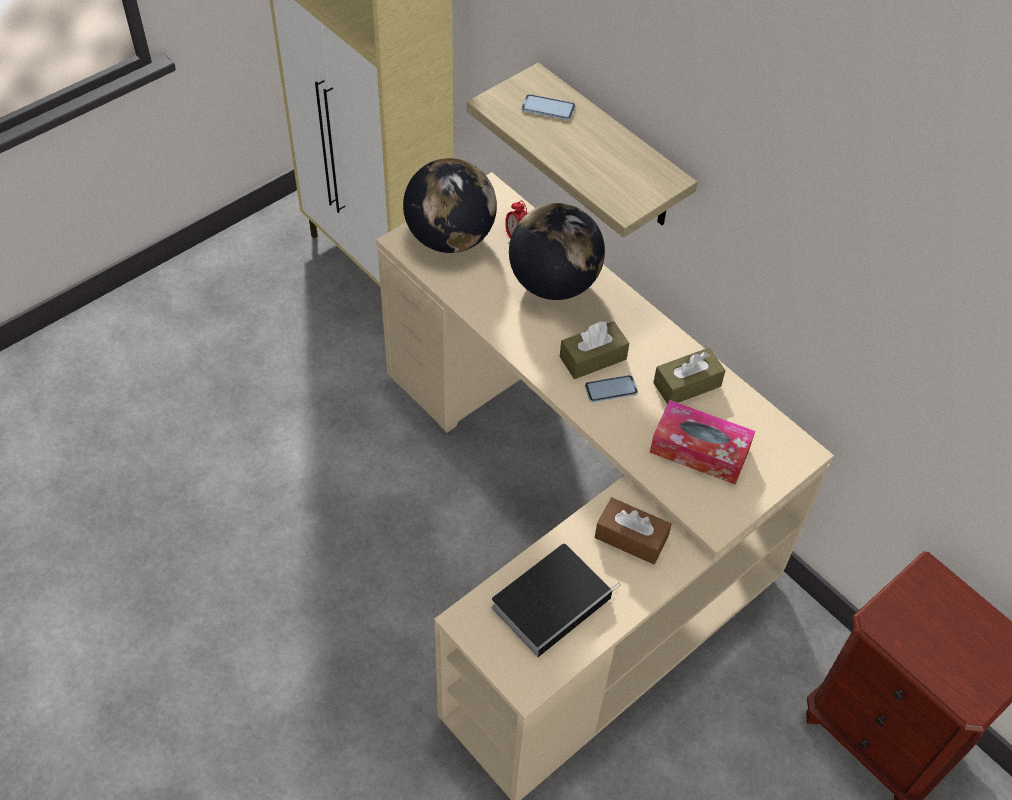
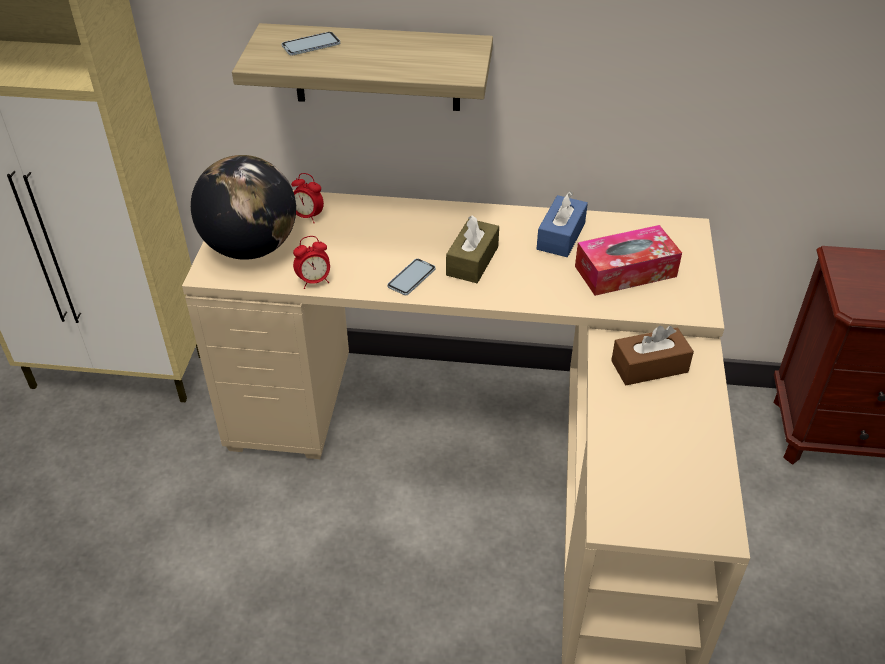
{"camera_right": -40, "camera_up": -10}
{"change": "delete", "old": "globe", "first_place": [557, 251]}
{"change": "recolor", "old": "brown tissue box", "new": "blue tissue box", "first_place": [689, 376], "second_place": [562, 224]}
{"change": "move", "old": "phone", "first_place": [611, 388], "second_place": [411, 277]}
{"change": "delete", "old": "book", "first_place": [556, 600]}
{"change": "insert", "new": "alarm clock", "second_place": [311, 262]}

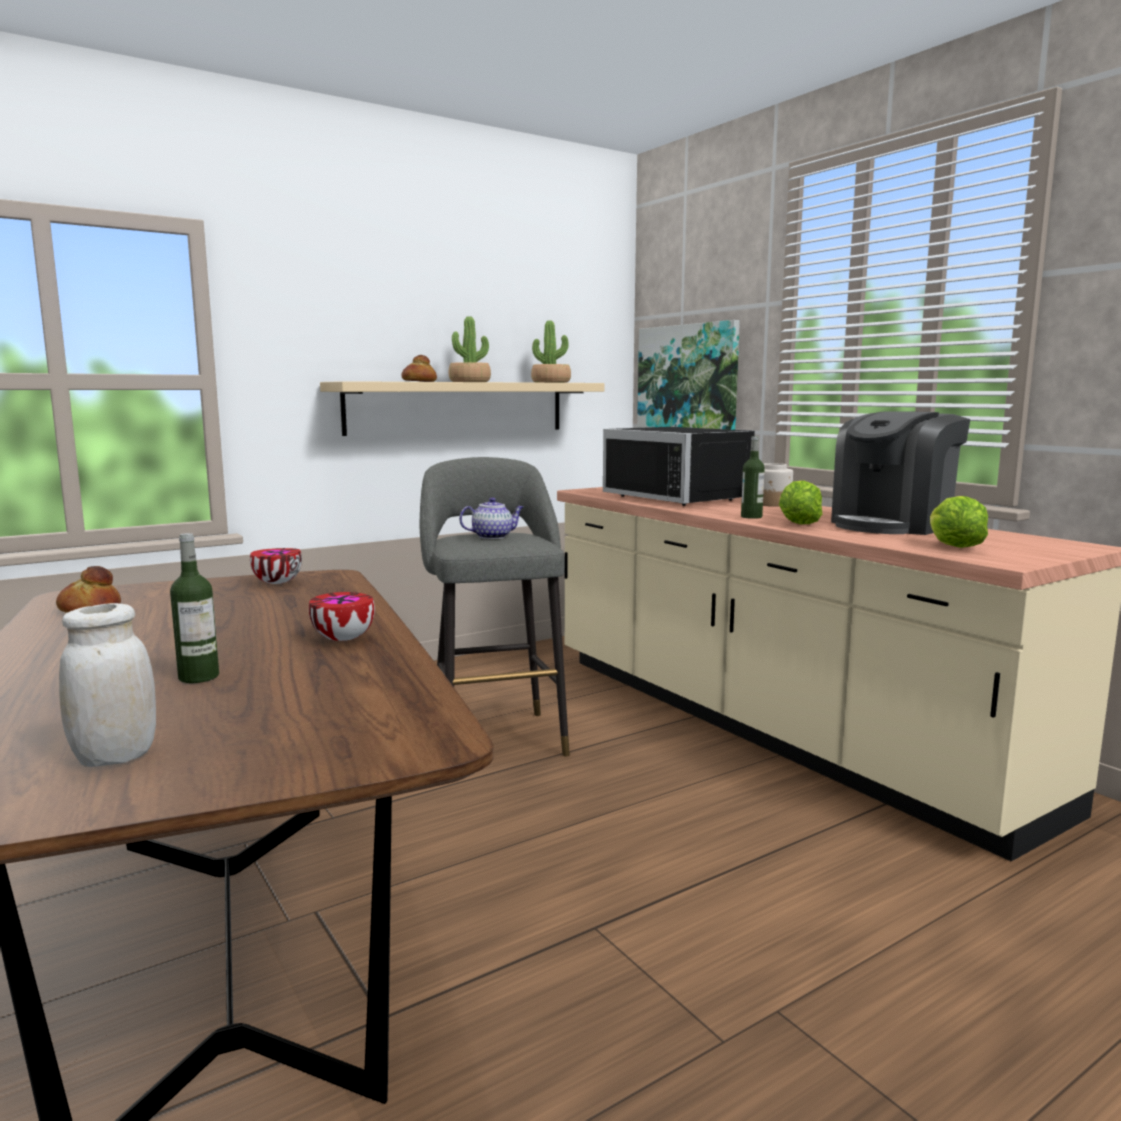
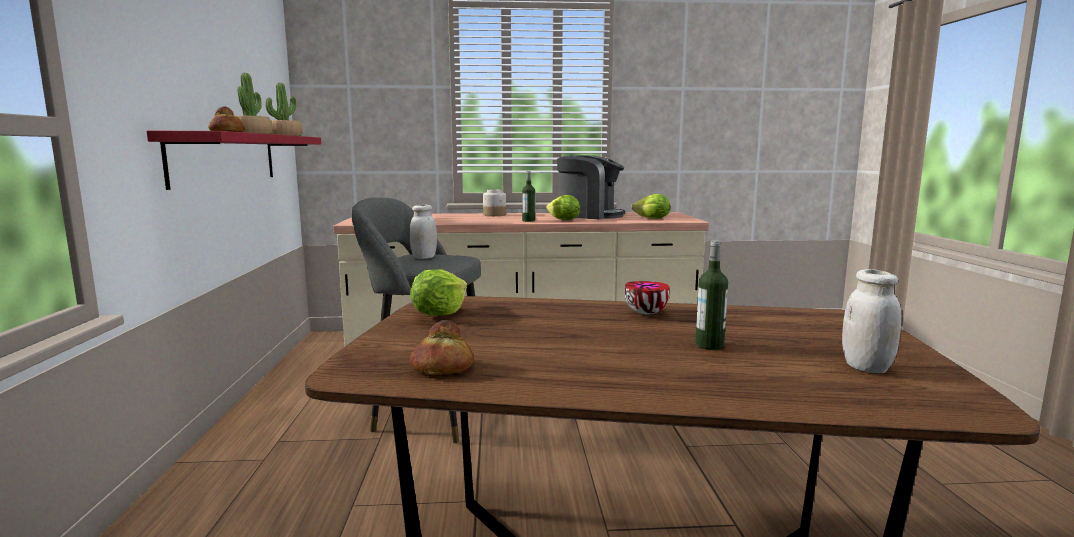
{"camera_right": -60, "camera_up": 0}
{"change": "delete", "old": "picture", "first_place": [688, 375]}
{"change": "recolor", "old": "beige shelf", "new": "red shelf", "first_place": [462, 408], "second_place": [234, 160]}
{"change": "rotate", "old": "coffee machine", "first_place": [900, 473], "second_place": [591, 187], "degrees": -60}
{"change": "delete", "old": "black microwave", "first_place": [679, 466]}
{"change": "replace", "old": "teapot", "new": "white jar", "first_place": [491, 518], "second_place": [423, 232]}
{"change": "replace", "old": "bowl", "new": "lettuce", "first_place": [276, 566], "second_place": [438, 292]}

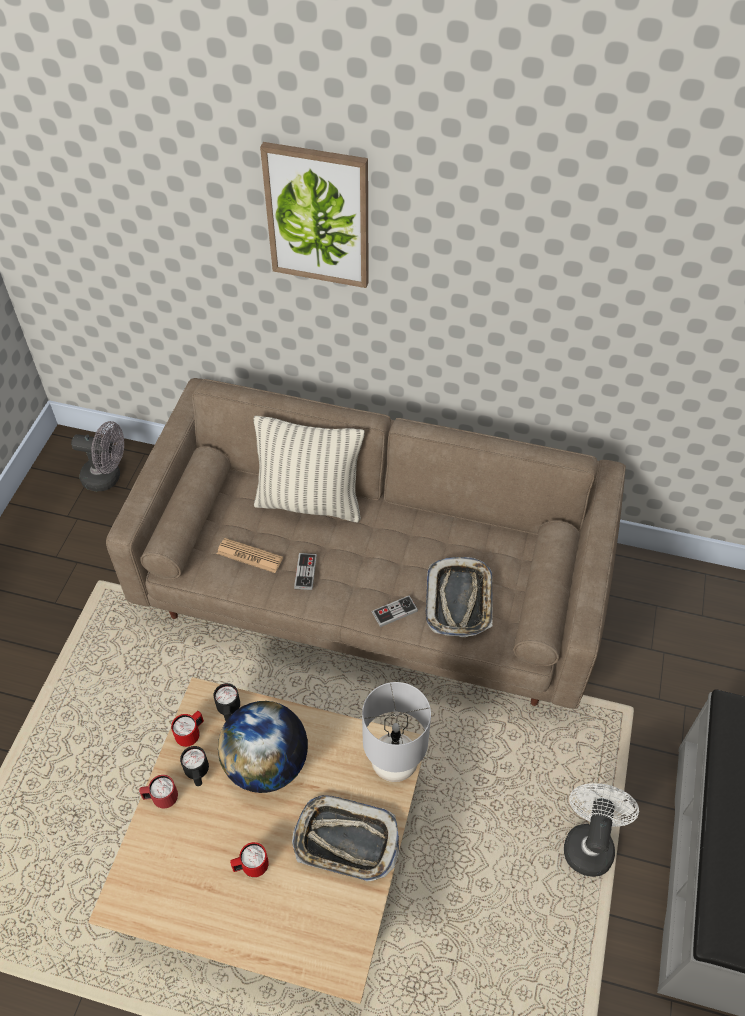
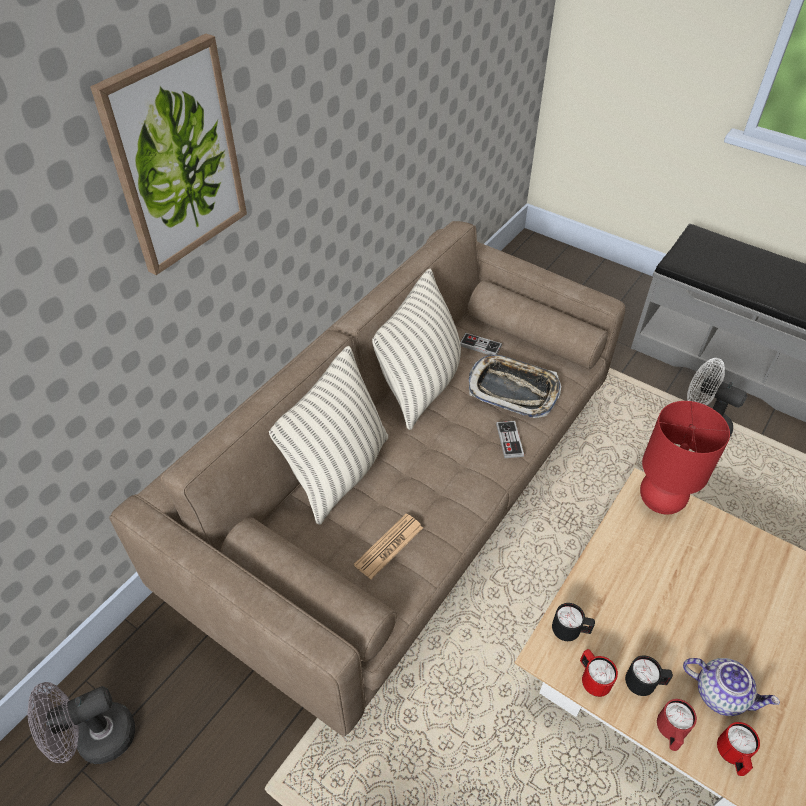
{"camera_right": -70, "camera_up": -5}
{"change": "rotate", "old": "grey fan", "first_place": [97, 456], "second_place": [81, 723], "degrees": -150}
{"change": "move", "old": "game controller", "first_place": [305, 571], "second_place": [481, 344]}
{"change": "recolor", "old": "grey table lamp", "new": "red table lamp", "first_place": [396, 732], "second_place": [685, 457]}
{"change": "delete", "old": "globe", "first_place": [263, 747]}
{"change": "delete", "old": "tray", "first_place": [345, 838]}
{"change": "move", "old": "red mug", "first_place": [249, 859], "second_place": [738, 749]}
{"change": "insert", "new": "pillow", "second_place": [416, 349]}
{"change": "insert", "new": "teapot", "second_place": [731, 687]}

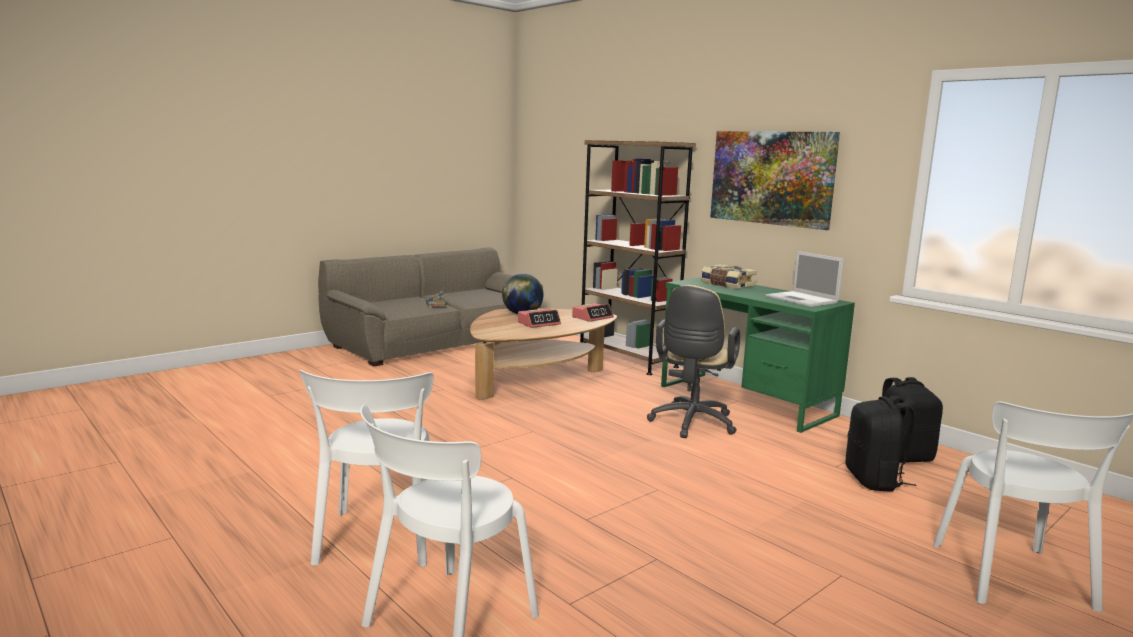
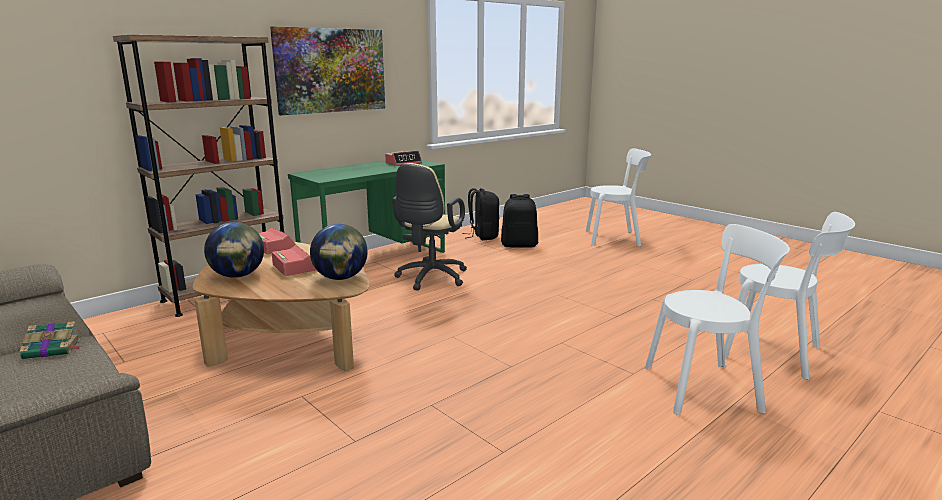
{"camera_right": -90, "camera_up": 5}
{"change": "replace", "old": "laptop", "new": "alarm clock", "first_place": [805, 279], "second_place": [403, 158]}
{"change": "delete", "old": "book", "first_place": [729, 276]}
{"change": "rotate", "old": "beige office chair", "first_place": [693, 361], "second_place": [429, 227], "degrees": 90}
{"change": "insert", "new": "globe", "second_place": [339, 252]}

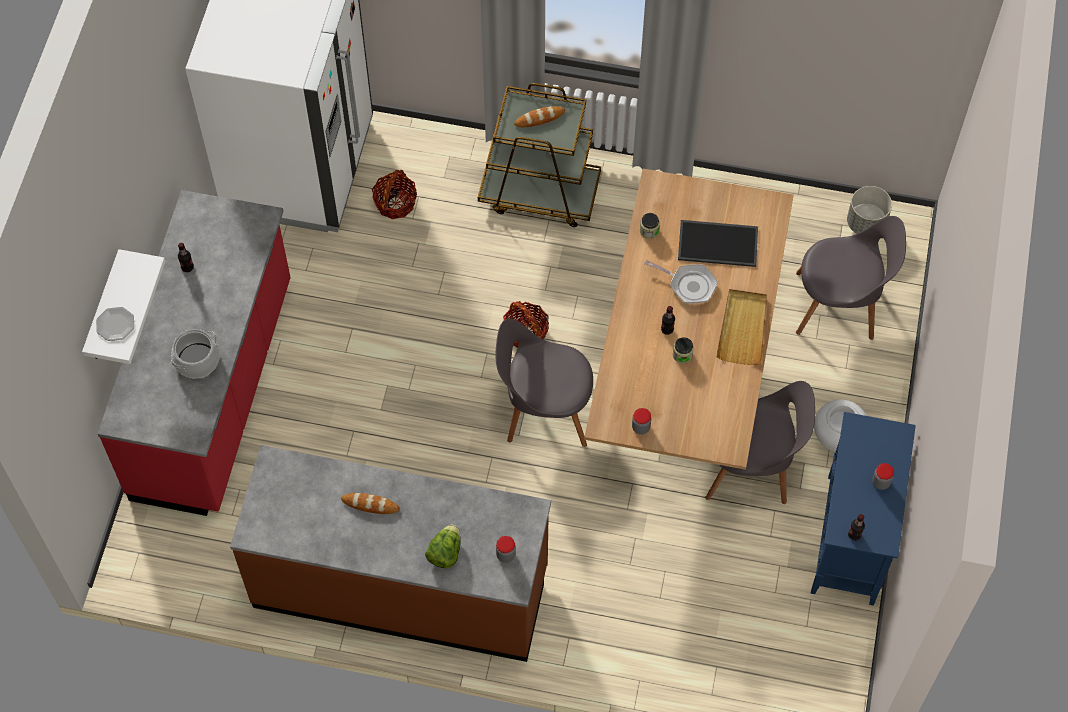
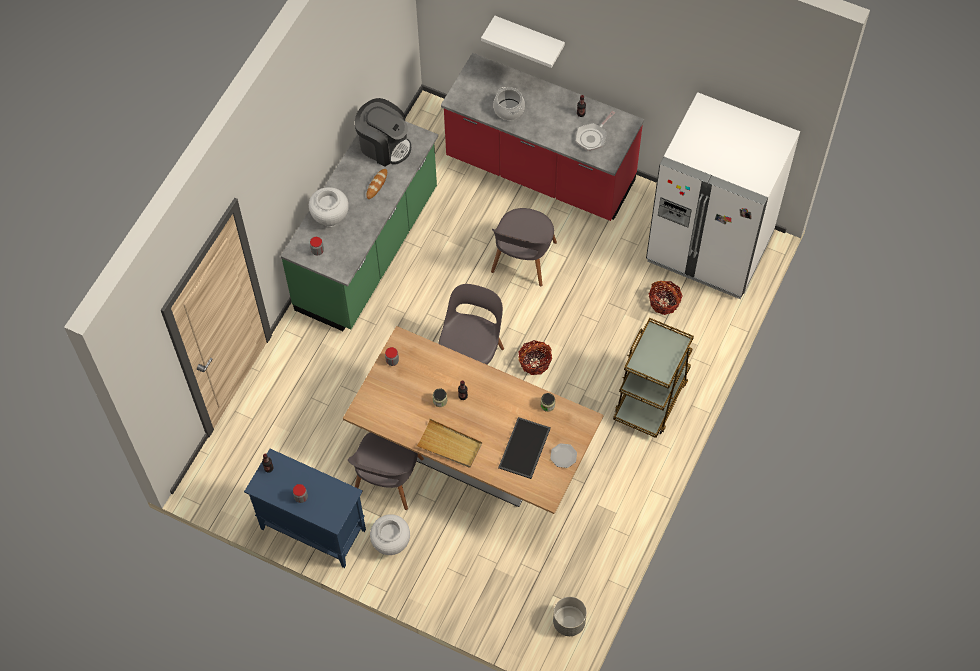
{"camera_right": 105, "camera_up": 0}
{"change": "delete", "old": "bread", "first_place": [539, 116]}
{"change": "move", "old": "grey chair", "first_place": [851, 278], "second_place": [524, 247]}
{"change": "move", "old": "frying pan", "first_place": [681, 282], "second_place": [595, 131]}
{"change": "move", "old": "plate", "first_place": [115, 324], "second_place": [563, 455]}
{"change": "recolor", "old": "brown counter", "new": "green counter", "first_place": [390, 553], "second_place": [359, 226]}
{"change": "replace", "old": "lettuce", "new": "white vase", "first_place": [443, 547], "second_place": [329, 207]}
{"change": "insert", "new": "coffee machine", "second_place": [383, 132]}

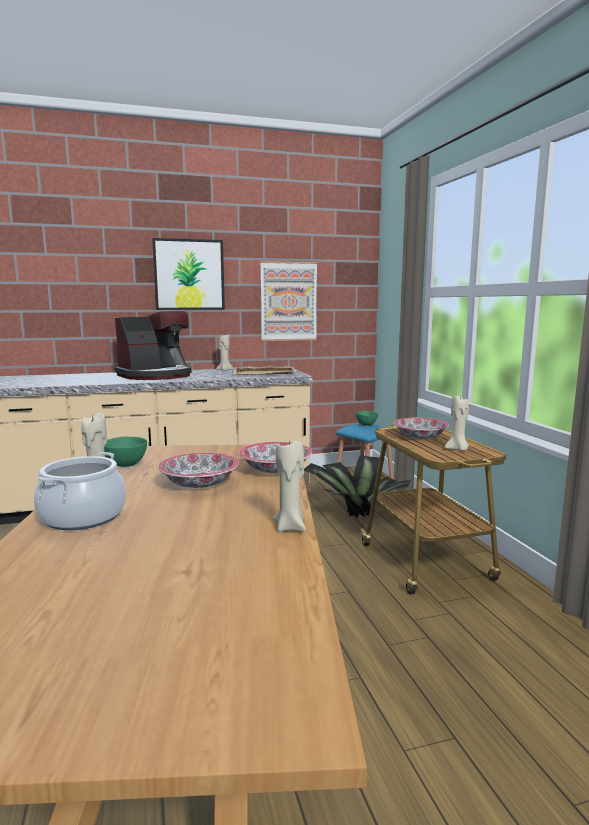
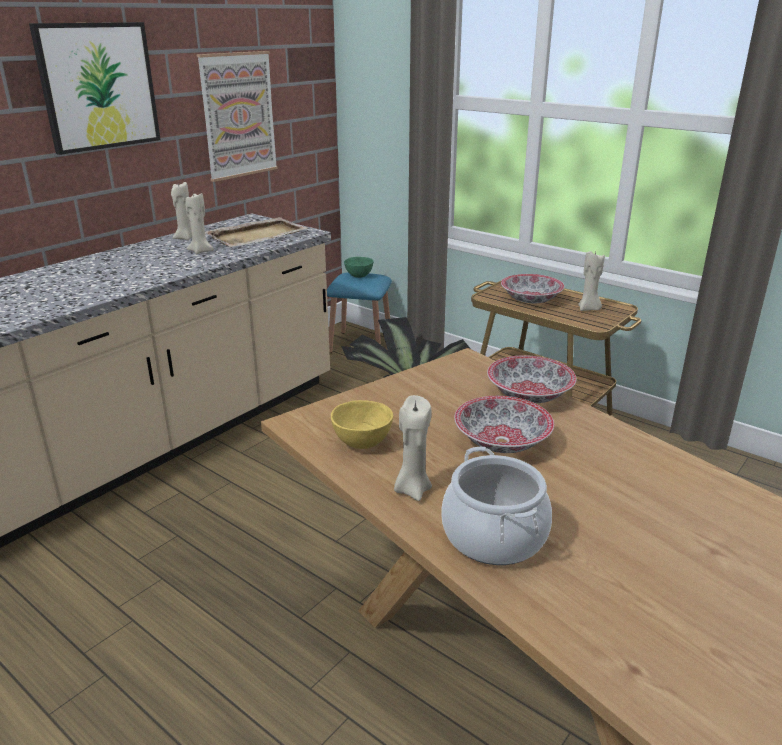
{"camera_right": -35, "camera_up": 15}
{"change": "delete", "old": "coffee machine", "first_place": [153, 345]}
{"change": "recolor", "old": "green bowl", "new": "yellow bowl", "first_place": [125, 452], "second_place": [362, 424]}
{"change": "move", "old": "beige candle", "first_place": [289, 485], "second_place": [199, 223]}

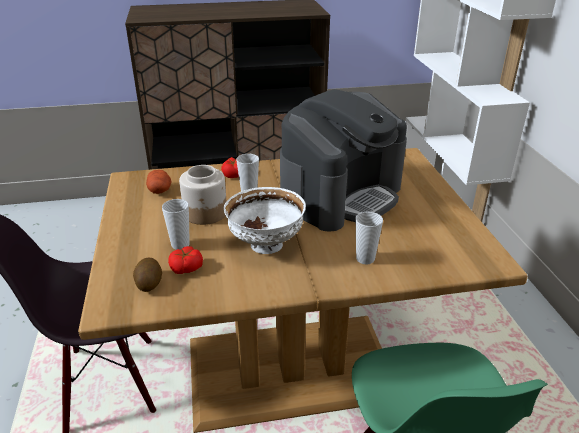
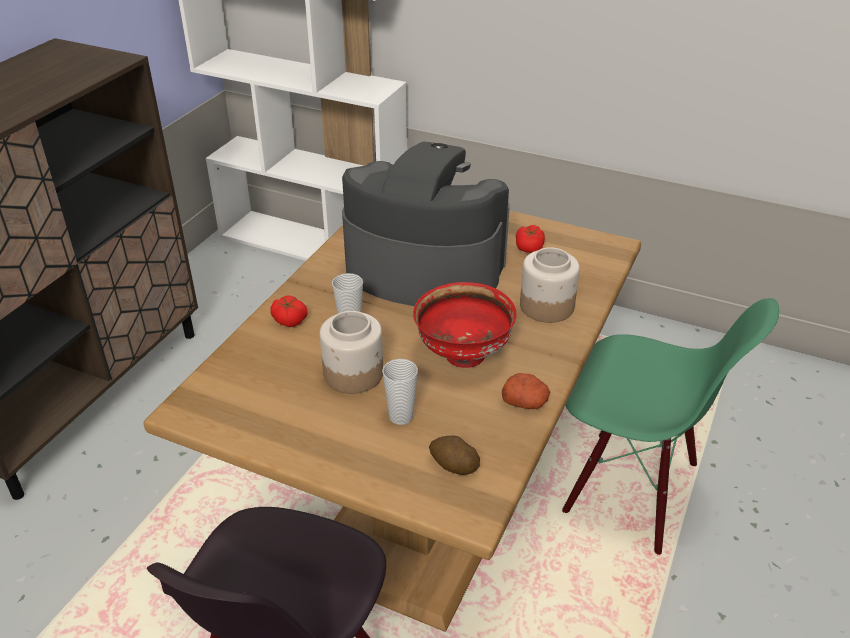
{"camera_right": -55, "camera_up": 5}
{"change": "rotate", "old": "coffee machine", "first_place": [343, 160], "second_place": [426, 224], "degrees": -60}
{"change": "move", "old": "potato", "first_place": [158, 182], "second_place": [526, 391]}
{"change": "recolor", "old": "white bowl", "new": "red bowl", "first_place": [264, 220], "second_place": [465, 325]}
{"change": "replace", "old": "cup", "new": "jar", "first_place": [369, 238], "second_place": [550, 285]}
{"change": "move", "old": "tomato", "first_place": [185, 260], "second_place": [530, 239]}

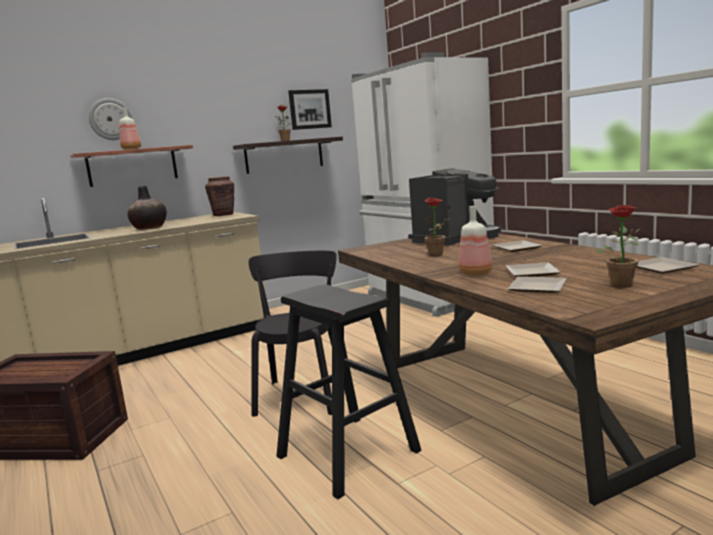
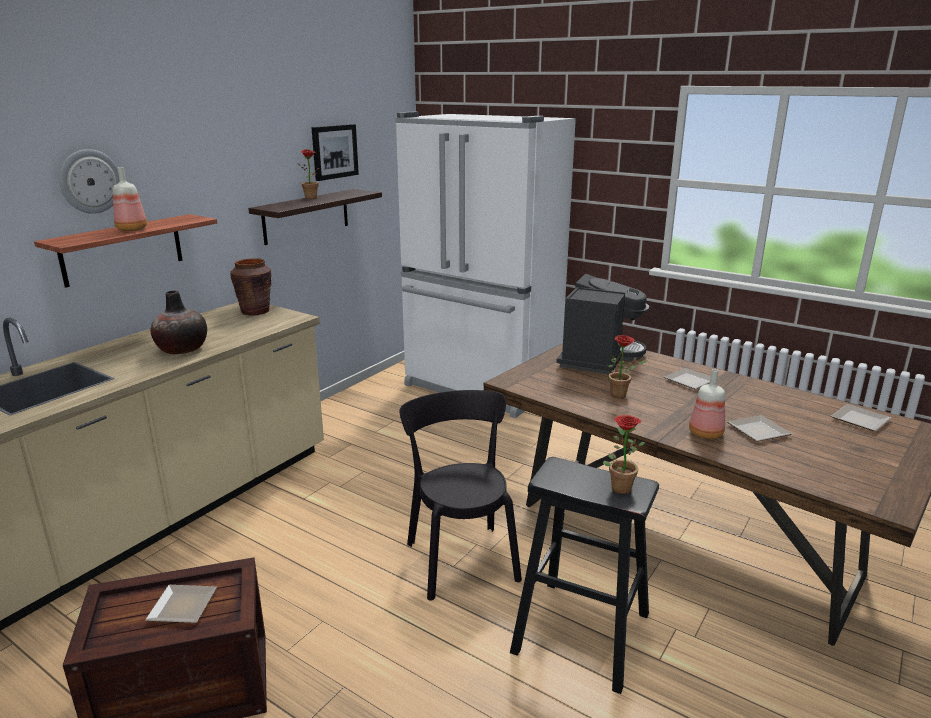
{"camera_right": -25, "camera_up": 10}
{"change": "move", "old": "potted plant", "first_place": [617, 246], "second_place": [624, 454]}
{"change": "move", "old": "plate", "first_place": [537, 284], "second_place": [181, 604]}

